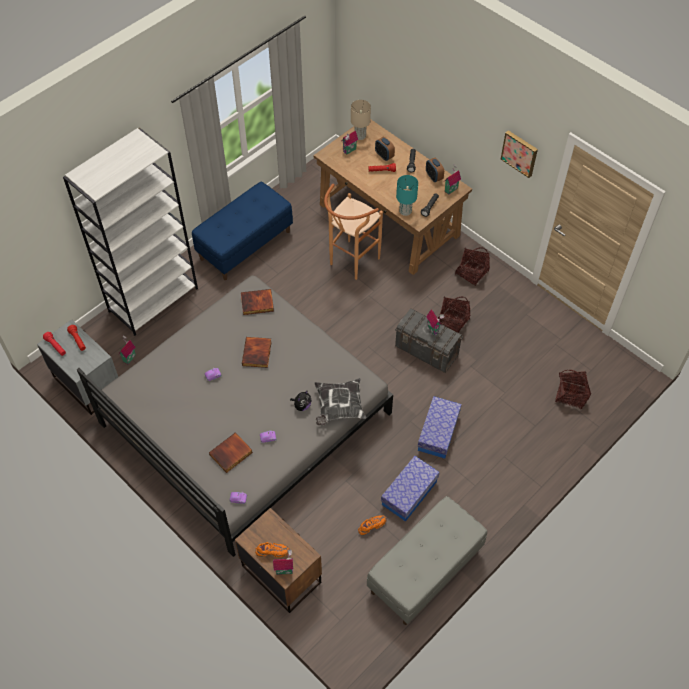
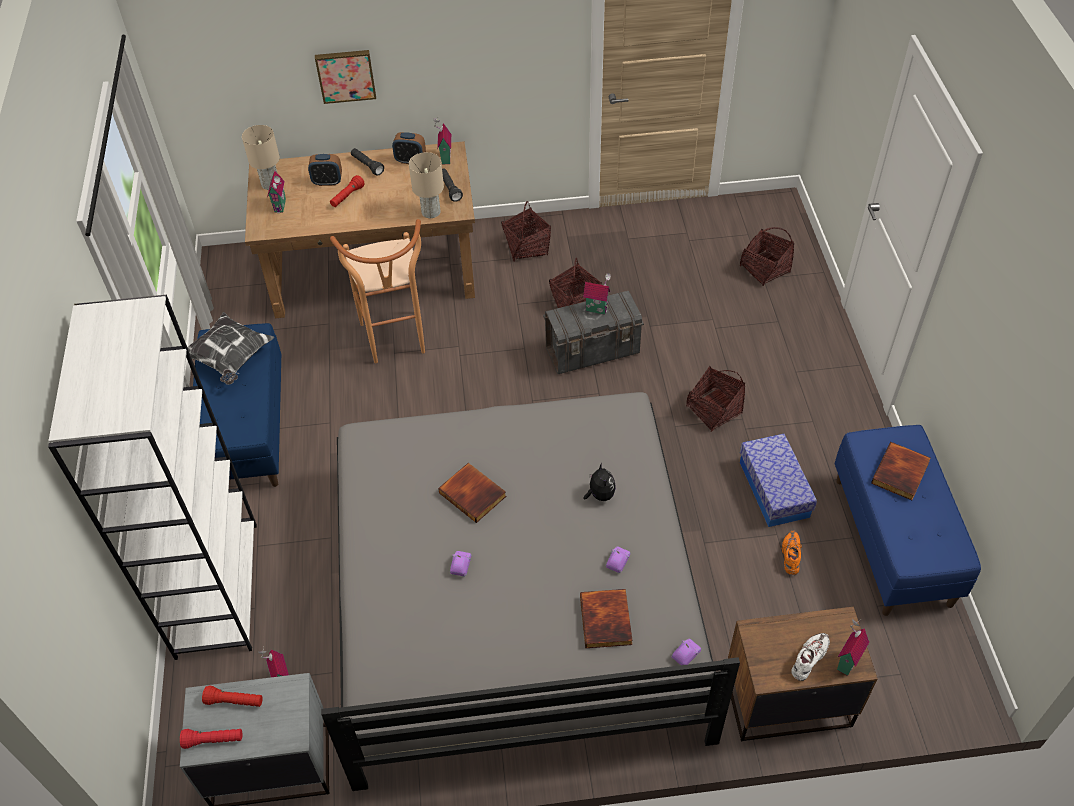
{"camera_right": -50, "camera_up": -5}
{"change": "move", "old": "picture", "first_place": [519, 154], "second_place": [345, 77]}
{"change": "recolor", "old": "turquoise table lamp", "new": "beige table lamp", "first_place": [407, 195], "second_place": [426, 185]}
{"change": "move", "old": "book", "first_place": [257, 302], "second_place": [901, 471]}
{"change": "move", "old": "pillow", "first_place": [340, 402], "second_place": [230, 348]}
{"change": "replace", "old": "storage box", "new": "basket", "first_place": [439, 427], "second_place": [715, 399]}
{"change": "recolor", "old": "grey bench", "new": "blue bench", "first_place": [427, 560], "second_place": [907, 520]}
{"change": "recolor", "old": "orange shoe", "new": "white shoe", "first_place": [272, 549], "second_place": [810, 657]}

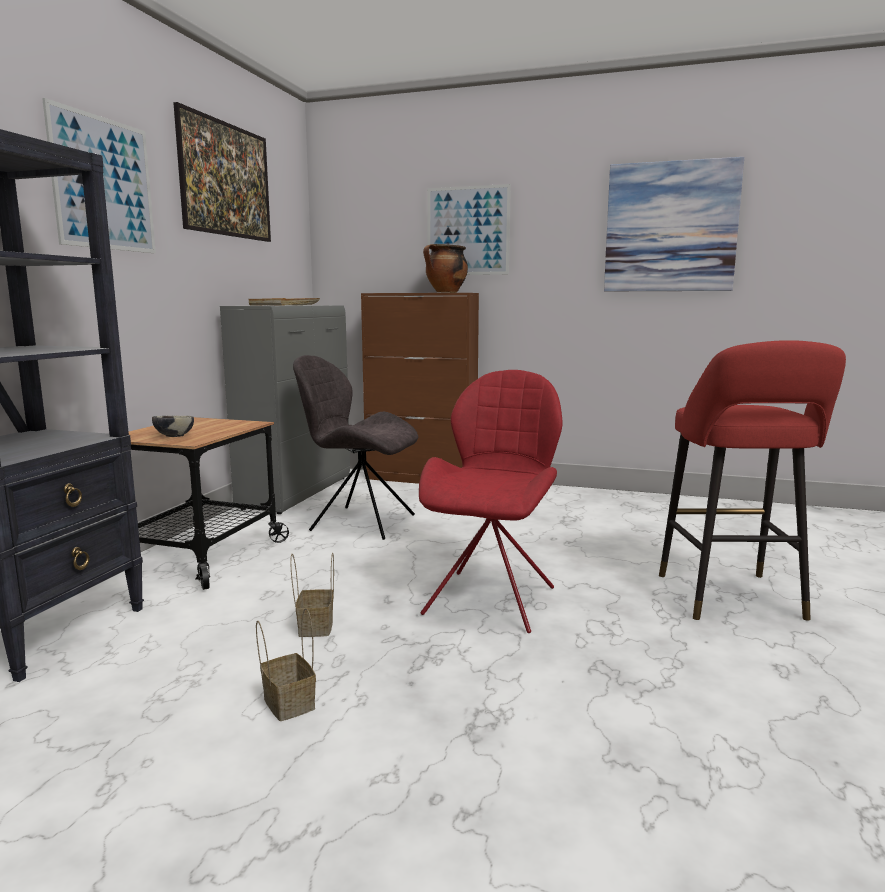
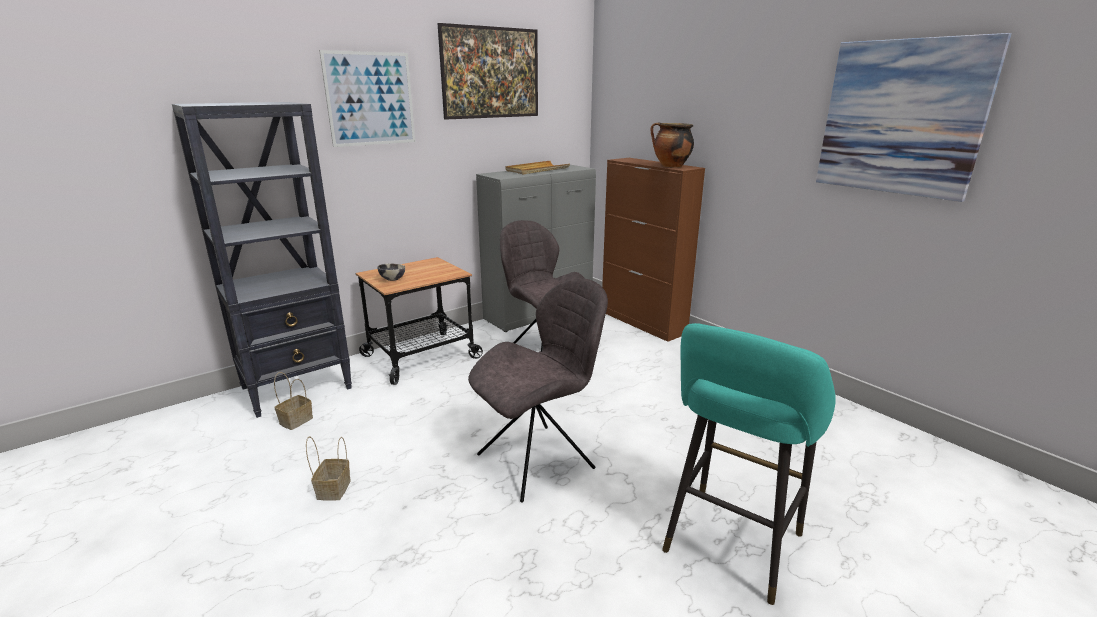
{"camera_right": 35, "camera_up": 10}
{"change": "delete", "old": "picture", "first_place": [469, 229]}
{"change": "recolor", "old": "red stool", "new": "turquoise stool", "first_place": [752, 480], "second_place": [749, 464]}
{"change": "recolor", "old": "red chair", "new": "grey chair", "first_place": [491, 501], "second_place": [538, 390]}
{"change": "move", "old": "basket", "first_place": [312, 595], "second_place": [293, 401]}

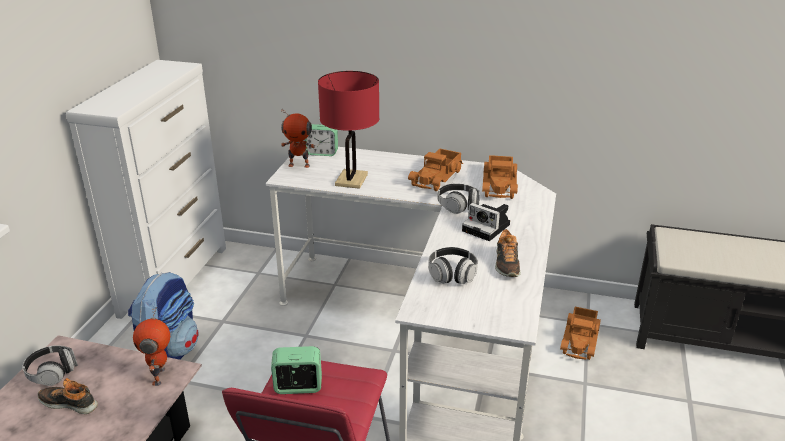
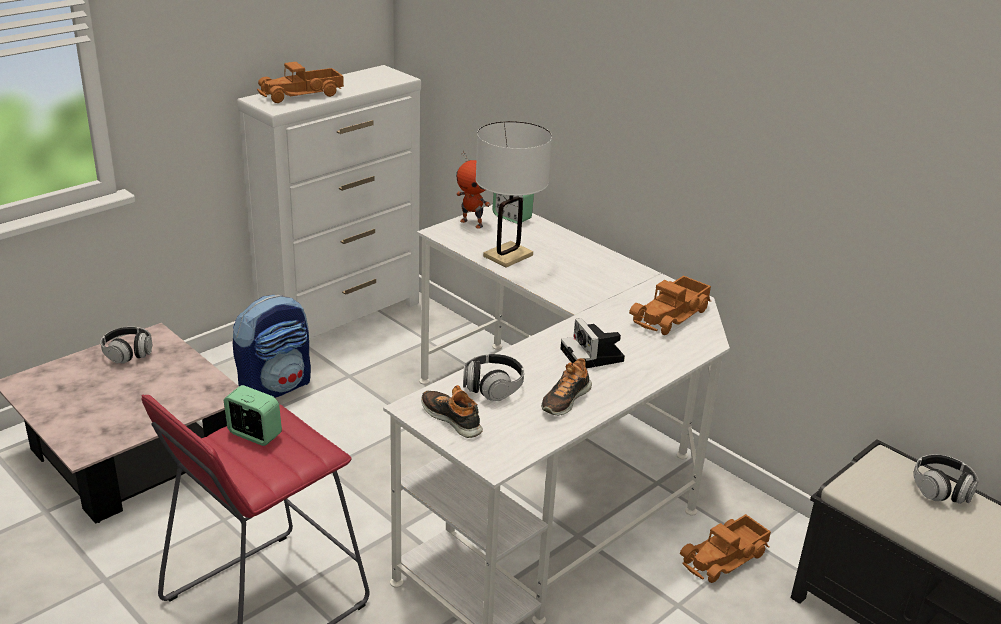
{"camera_right": 30, "camera_up": 0}
{"change": "recolor", "old": "red table lamp", "new": "white table lamp", "first_place": [349, 130], "second_place": [514, 194]}
{"change": "move", "old": "toy truck", "first_place": [435, 170], "second_place": [300, 82]}
{"change": "move", "old": "headphones", "first_place": [458, 199], "second_place": [946, 479]}
{"change": "delete", "old": "toy robot", "first_place": [151, 346]}
{"change": "move", "old": "shoe", "first_place": [68, 396], "second_place": [452, 411]}

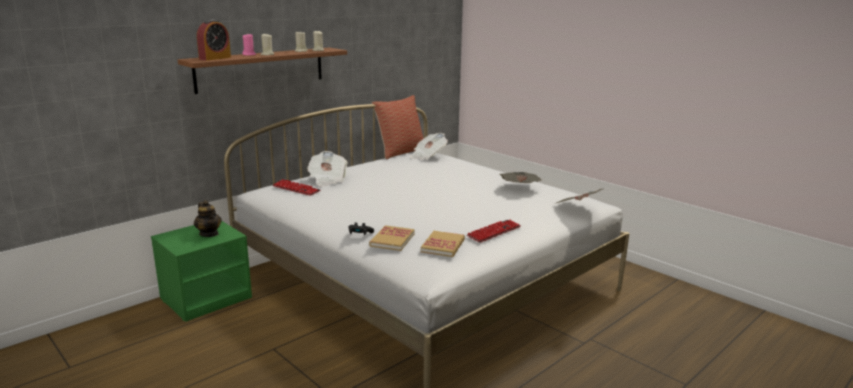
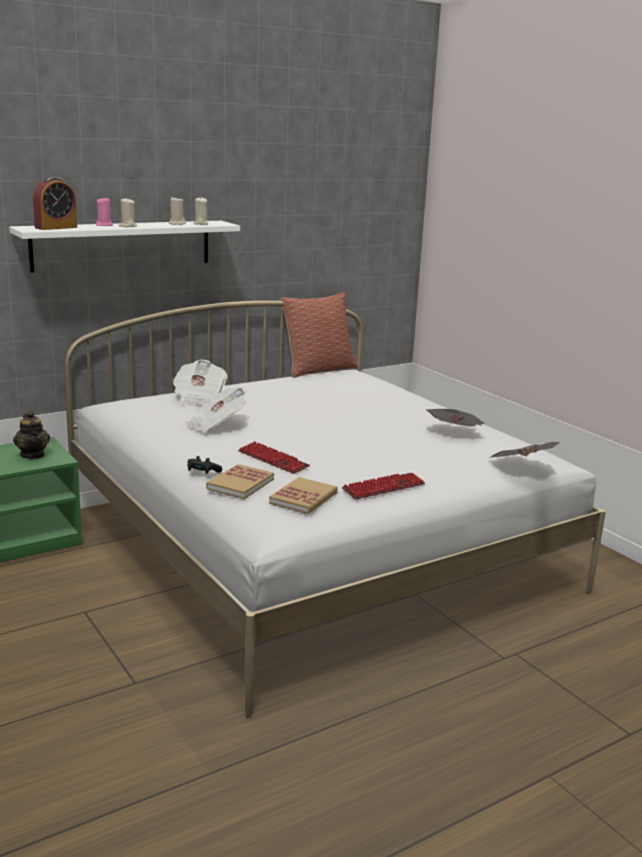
{"camera_right": 10, "camera_up": 0}
{"change": "recolor", "old": "brown shelf", "new": "white shelf", "first_place": [262, 71], "second_place": [124, 247]}
{"change": "move", "old": "newspaper", "first_place": [429, 146], "second_place": [215, 410]}
{"change": "move", "old": "keyboard", "first_place": [297, 187], "second_place": [274, 457]}

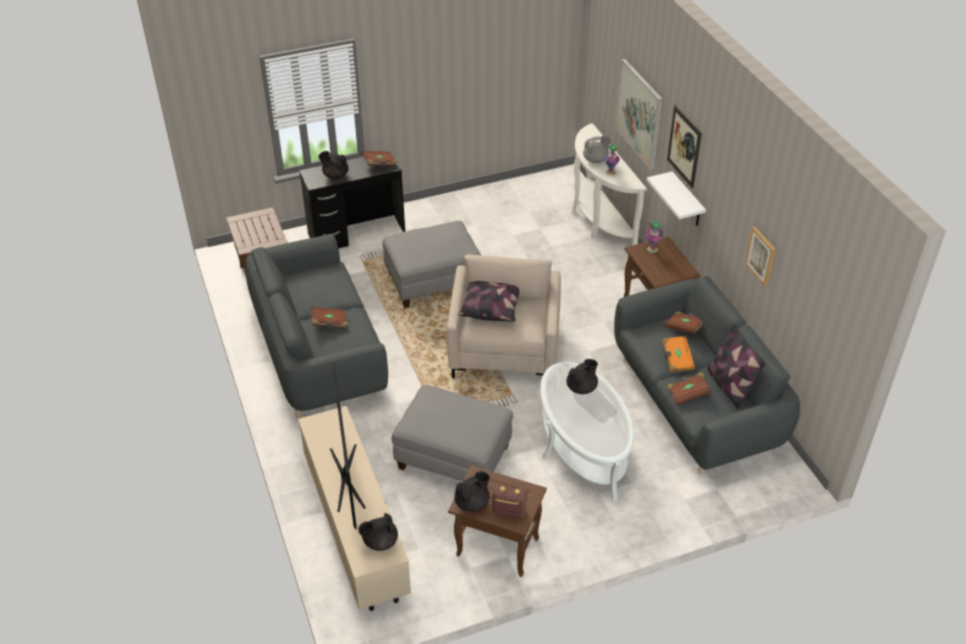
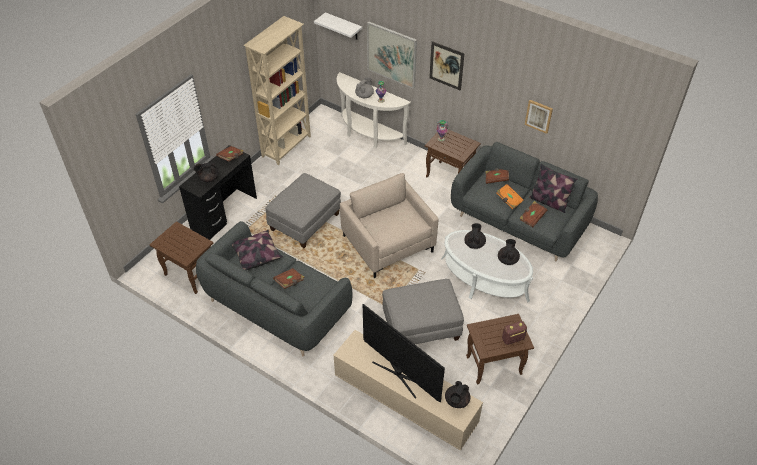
{"camera_right": -35, "camera_up": 5}
{"change": "move", "old": "white shelf", "first_place": [676, 198], "second_place": [338, 26]}
{"change": "move", "old": "pillow", "first_place": [488, 301], "second_place": [257, 250]}
{"change": "move", "old": "black teapot", "first_place": [472, 491], "second_place": [509, 252]}
{"change": "insert", "new": "beige bookcase", "second_place": [277, 90]}

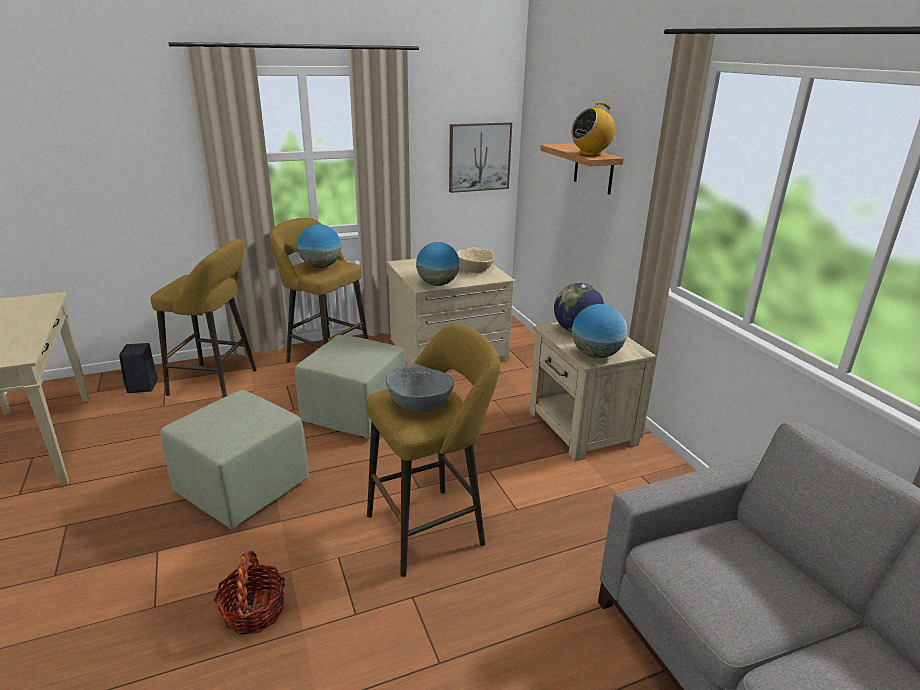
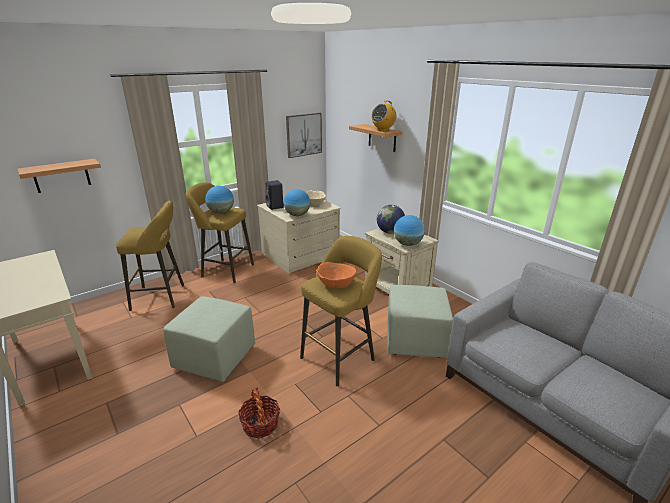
{"camera_right": -15, "camera_up": 0}
{"change": "move", "old": "green ottoman", "first_place": [350, 387], "second_place": [420, 321]}
{"change": "move", "old": "black speaker", "first_place": [138, 368], "second_place": [274, 195]}
{"change": "recolor", "old": "grey bowl", "new": "orange bowl", "first_place": [420, 388], "second_place": [336, 275]}
{"change": "insert", "new": "shelf", "second_place": [59, 176]}

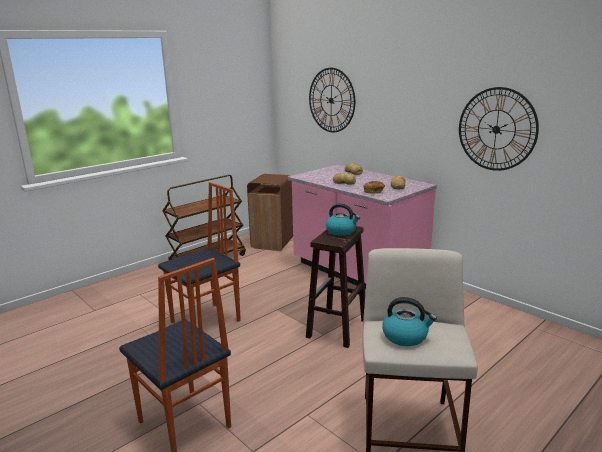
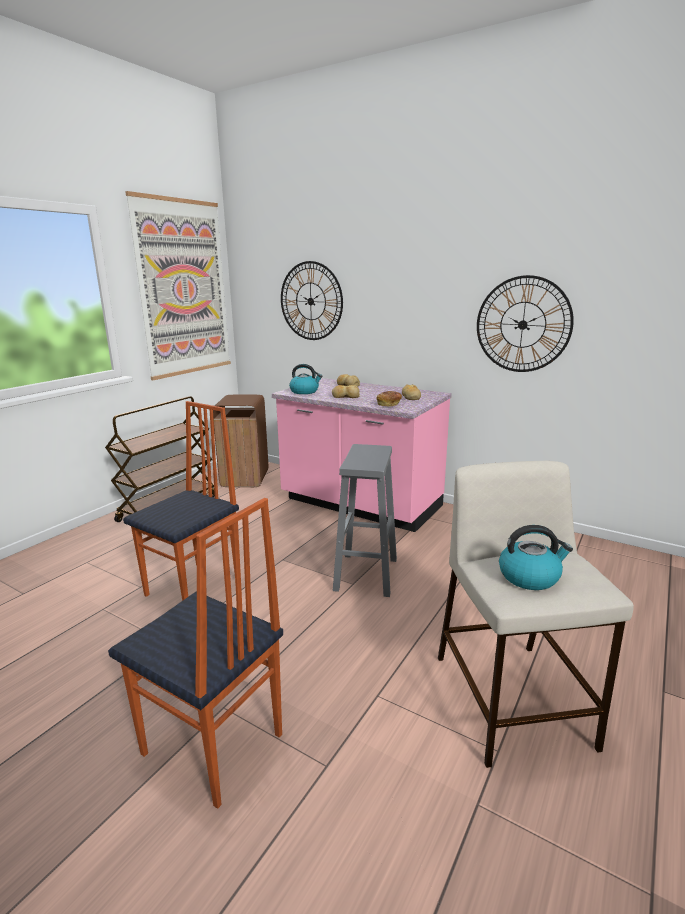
{"camera_right": -15, "camera_up": 0}
{"change": "move", "old": "kettle", "first_place": [343, 219], "second_place": [305, 379]}
{"change": "recolor", "old": "brown stool", "new": "grey stool", "first_place": [335, 287], "second_place": [365, 520]}
{"change": "insert", "new": "picture", "second_place": [178, 285]}

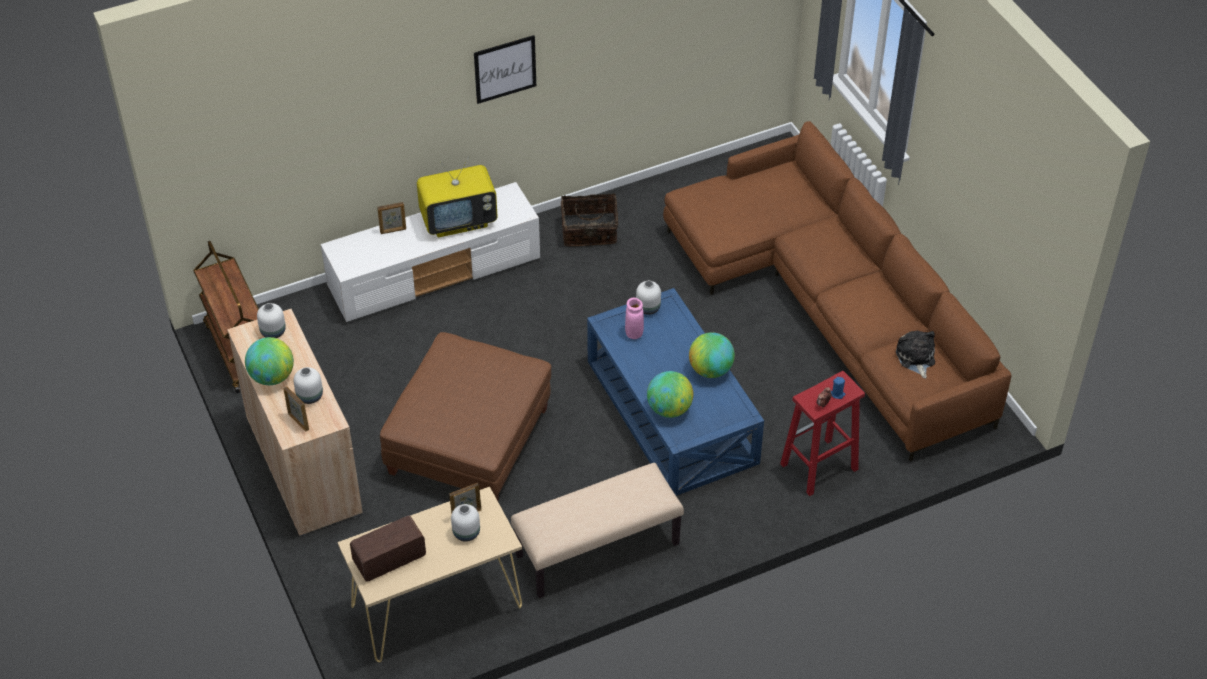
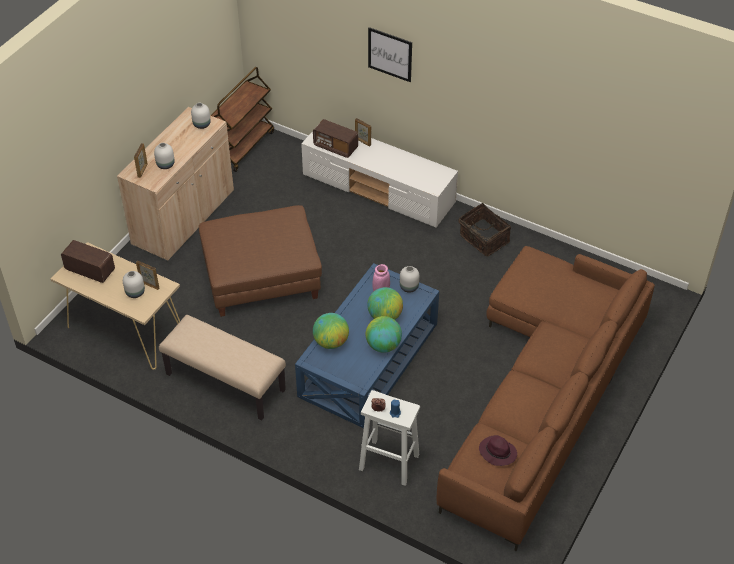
{"camera_right": 55, "camera_up": 0}
{"change": "move", "old": "picture", "first_place": [505, 69], "second_place": [390, 54]}
{"change": "delete", "old": "television", "first_place": [457, 196]}
{"change": "replace", "old": "plush toy", "new": "purple hat", "first_place": [915, 354], "second_place": [498, 450]}
{"change": "move", "old": "globe", "first_place": [269, 361], "second_place": [385, 303]}
{"change": "recolor", "old": "red stool", "new": "white stool", "first_place": [822, 433], "second_place": [389, 438]}
{"change": "insert", "new": "radio", "second_place": [335, 138]}

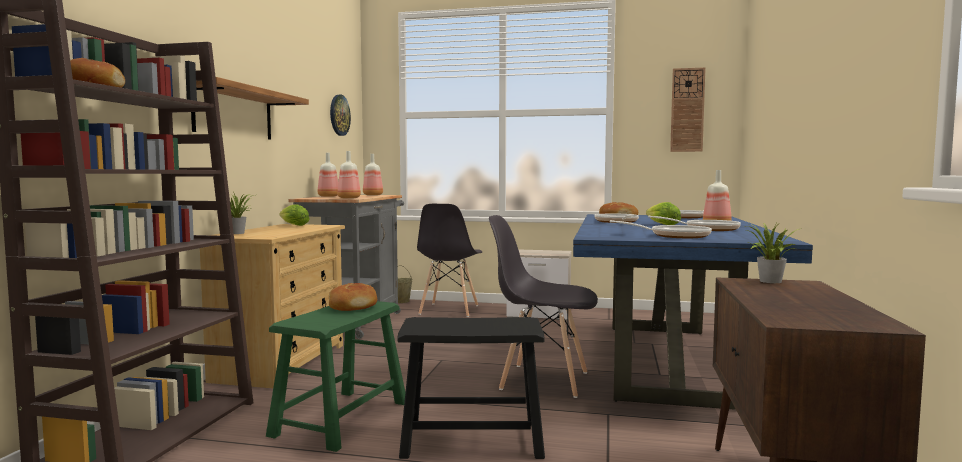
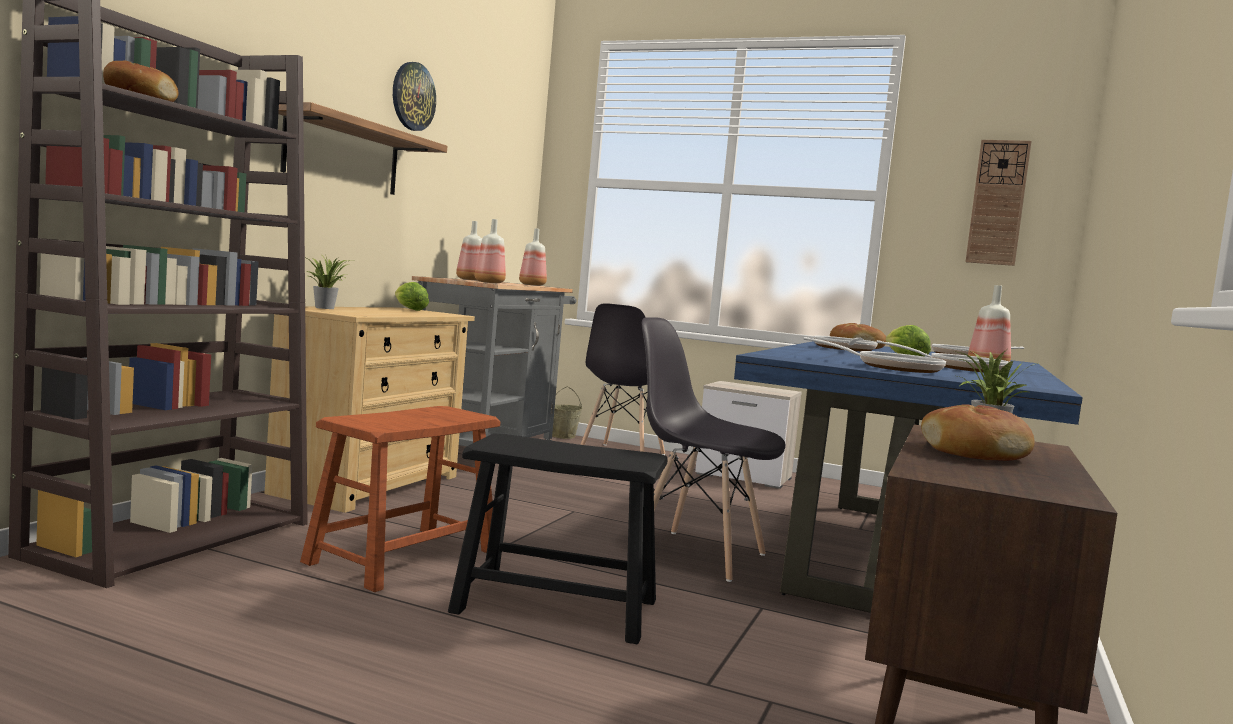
{"camera_right": 10, "camera_up": 0}
{"change": "move", "old": "wall clock", "first_place": [340, 115], "second_place": [414, 96]}
{"change": "move", "old": "bread", "first_place": [353, 297], "second_place": [978, 432]}
{"change": "recolor", "old": "green stool", "new": "brown stool", "first_place": [335, 376], "second_place": [400, 499]}

